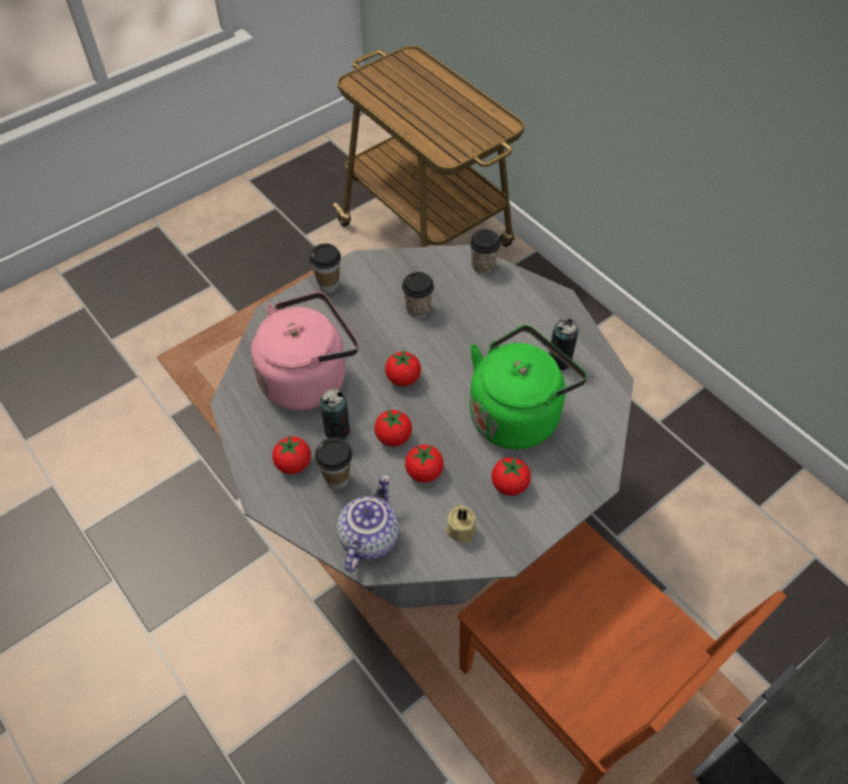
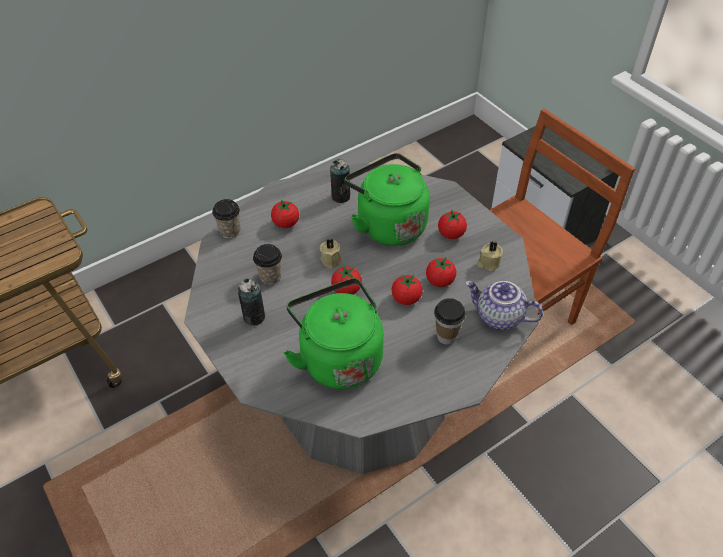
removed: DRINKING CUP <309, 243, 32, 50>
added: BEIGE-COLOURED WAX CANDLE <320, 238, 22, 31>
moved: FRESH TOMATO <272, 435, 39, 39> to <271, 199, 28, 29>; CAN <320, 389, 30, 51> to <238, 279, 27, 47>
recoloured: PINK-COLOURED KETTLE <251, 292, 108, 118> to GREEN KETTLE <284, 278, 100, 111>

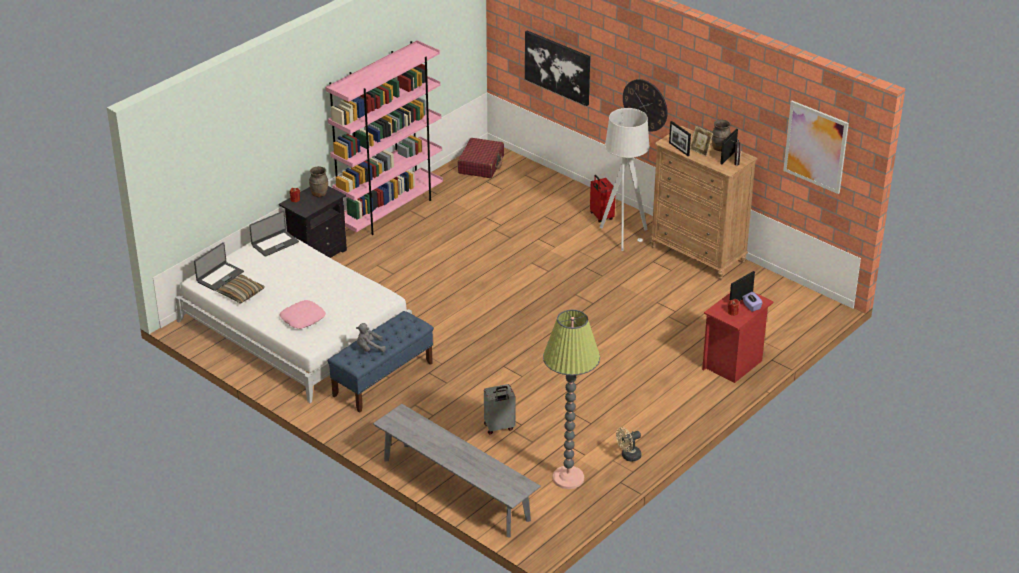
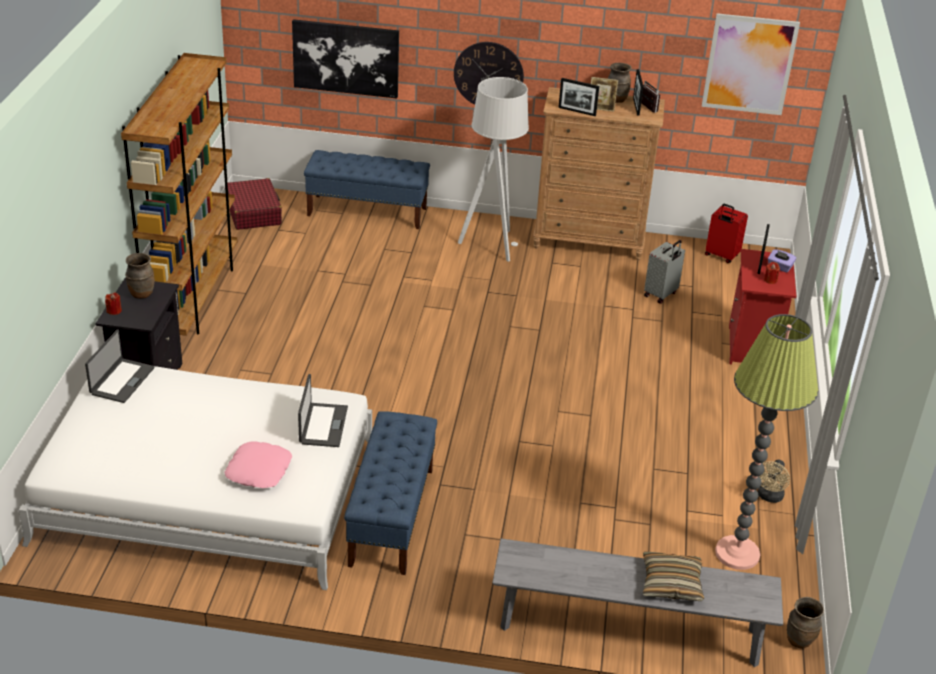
removed: GREY CUDDLY TOY <356, 323, 30, 29>
added: BLUE INDOOR BENCH <304, 150, 126, 79>; BROWN-COLOURED DECORATIVE VASE <787, 597, 37, 52>
moved: LAPTOP <194, 242, 50, 49> to <298, 374, 50, 73>; THROW PILLOW <216, 274, 49, 30> to <643, 552, 61, 49>; GREY PIECE OF LUGGAGE <484, 384, 32, 50> to <644, 240, 41, 64>; RED-COLOURED PIECE OF LUGGAGE <590, 175, 26, 47> to <705, 204, 43, 59>
recoloured: PINK-COLOURED BOOKCASE <325, 40, 118, 195> to BROWN-COLOURED BOOKCASE <121, 53, 116, 283>

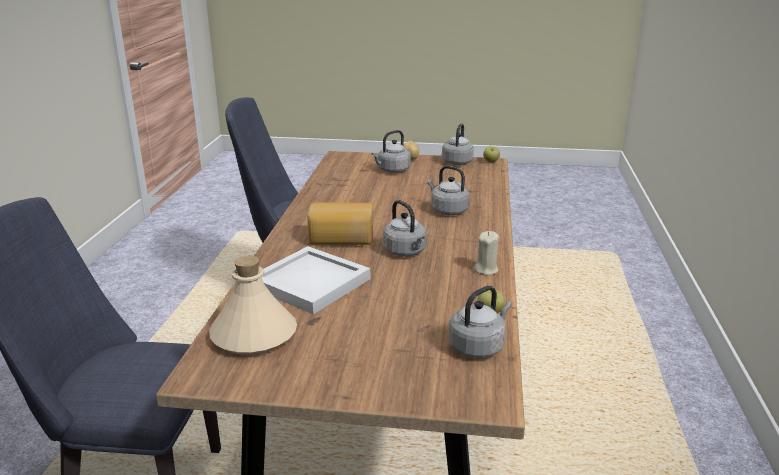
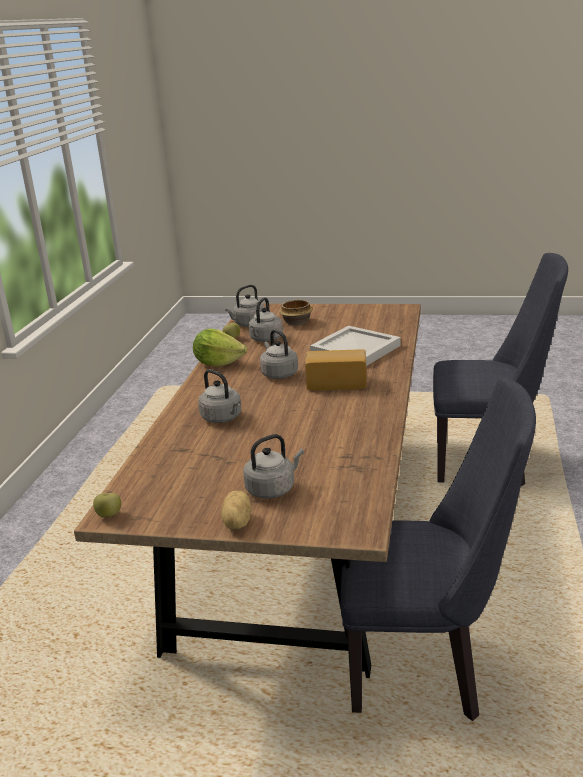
removed: BEIGE-COLOURED BOTTLE <209, 256, 88, 99>
added: DEEP DISH <279, 299, 34, 27>
moved: GREY KETTLE <442, 123, 32, 42> to <249, 297, 34, 45>
replaced: BEIGE-COLOURED WAX CANDLE <473, 231, 26, 44> to LETTUCE <193, 328, 54, 39>

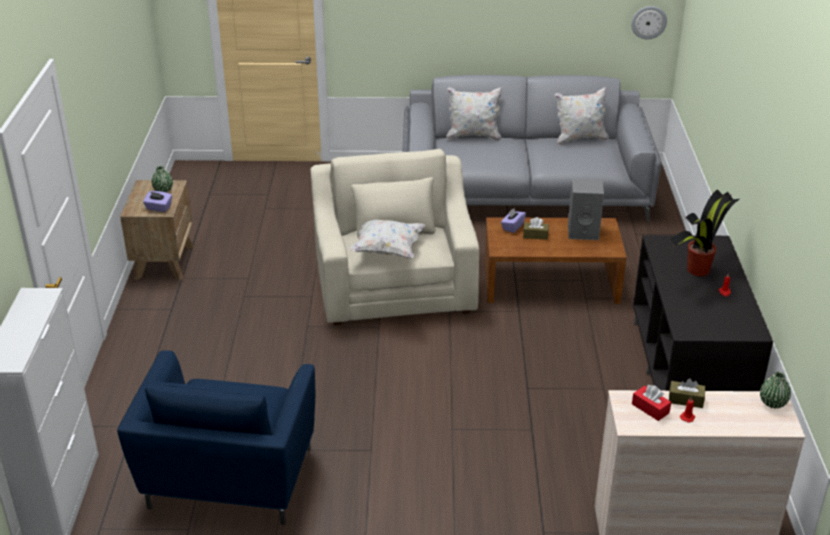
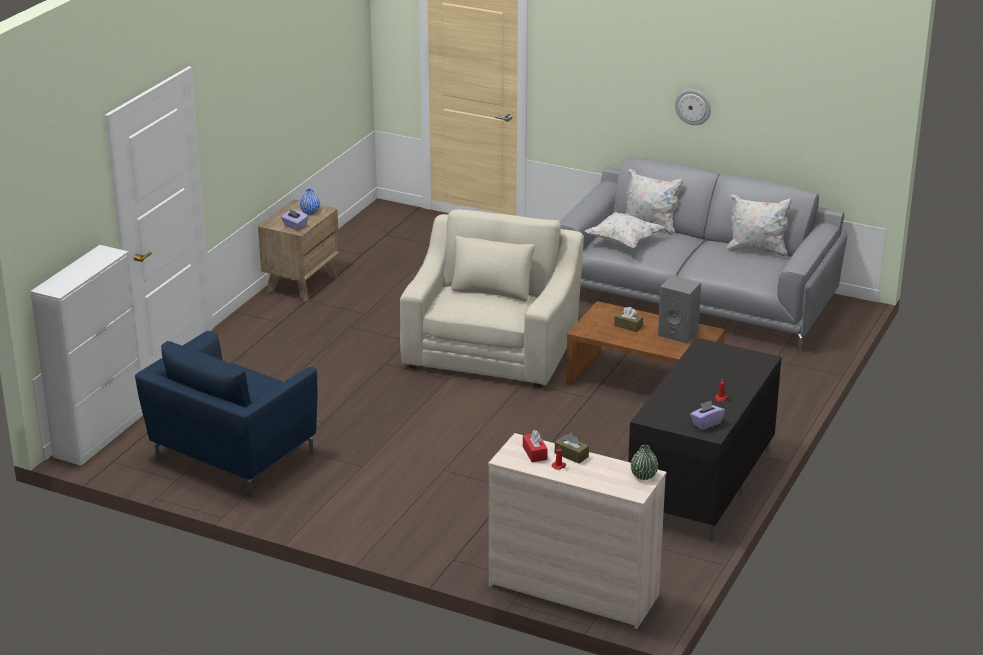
removed: PLANT IN A POT <669, 189, 71, 87>
moved: WHITE-COLOURED THROW PILLOW <349, 219, 76, 40> to <585, 212, 80, 37>; PURPLE-COLOURED BOX OF TISSUES <501, 208, 25, 25> to <690, 400, 35, 30>; HANGING CLOCK <631, 6, 36, 33> to <675, 89, 36, 36>
recoloured: GREEN DECORATIVE VASE <152, 166, 21, 26> to BLUE DECORATIVE VASE <300, 188, 20, 27>

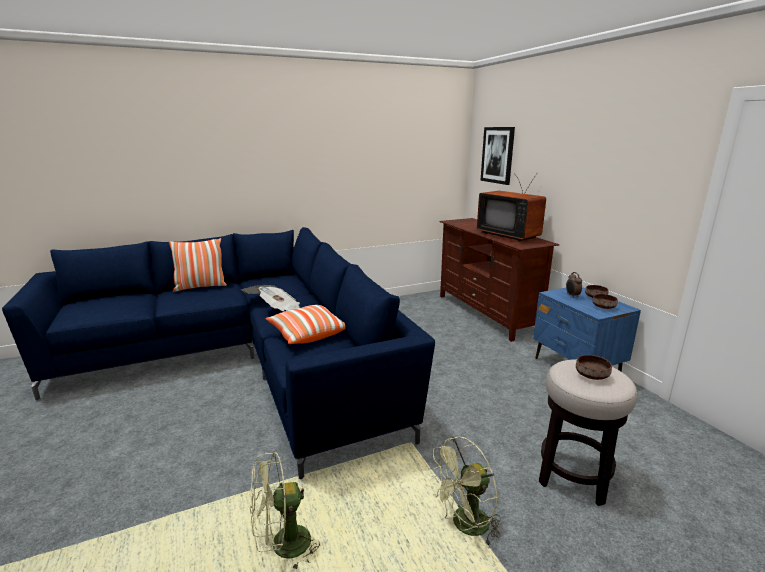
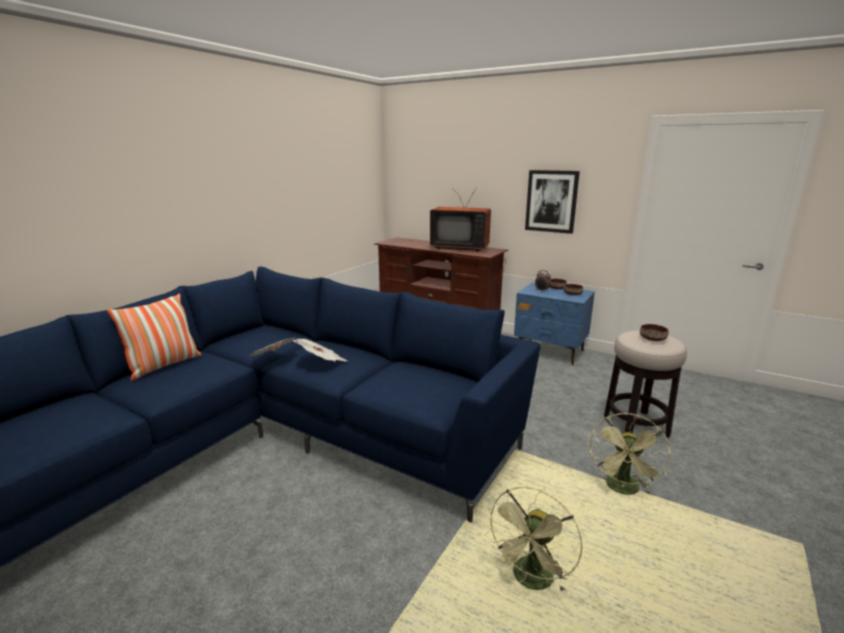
removed: THROW PILLOW <266, 305, 80, 39>
moved: WALL PICTURE <480, 127, 35, 58> to <525, 170, 55, 64>

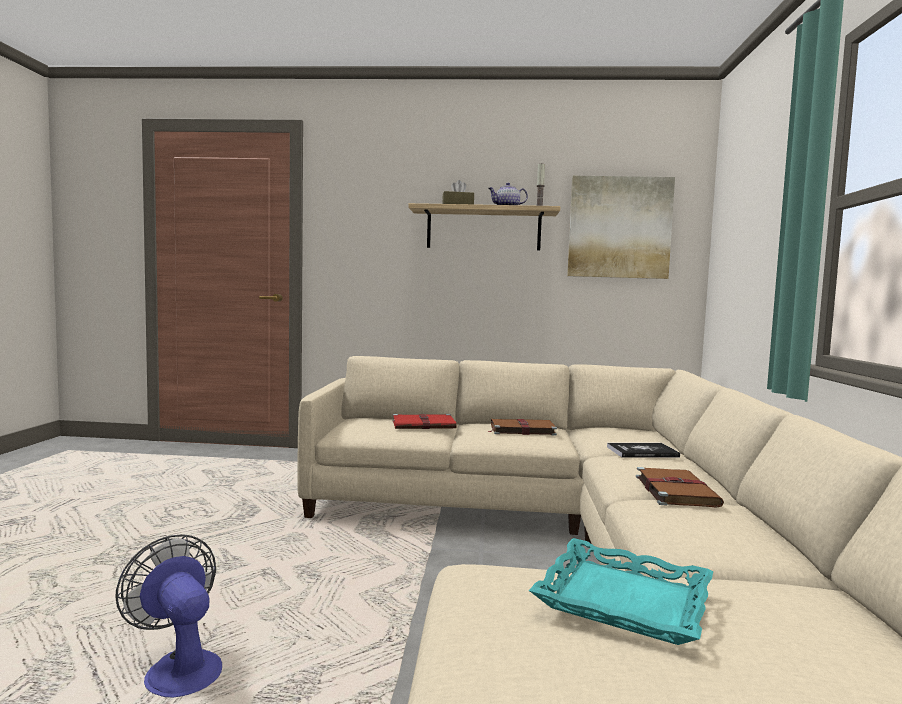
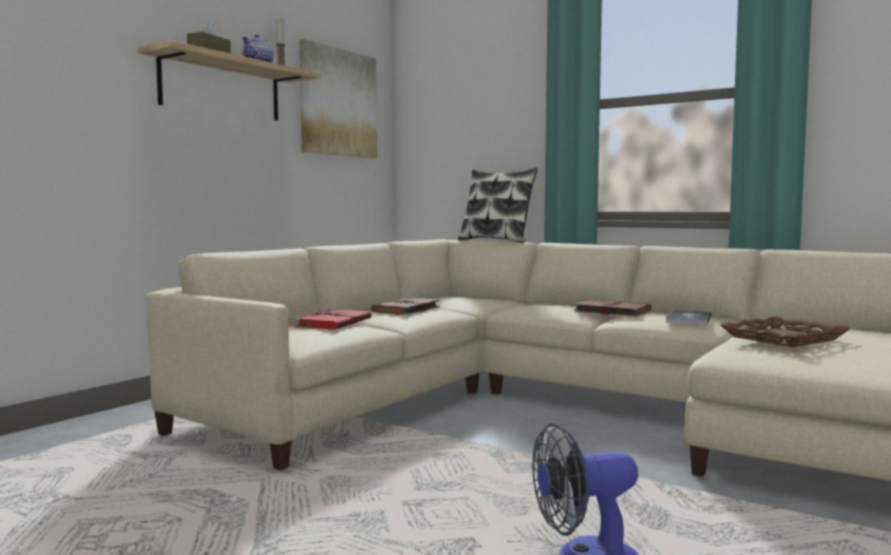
added: THROW PILLOW <458, 167, 80, 76>
moved: VOLUME <607, 443, 73, 15> to <666, 310, 45, 15>
recoloured: BLUE-GREEN TRAY <529, 538, 184, 107> to BROWN-COLOURED TRAY <720, 316, 130, 31>

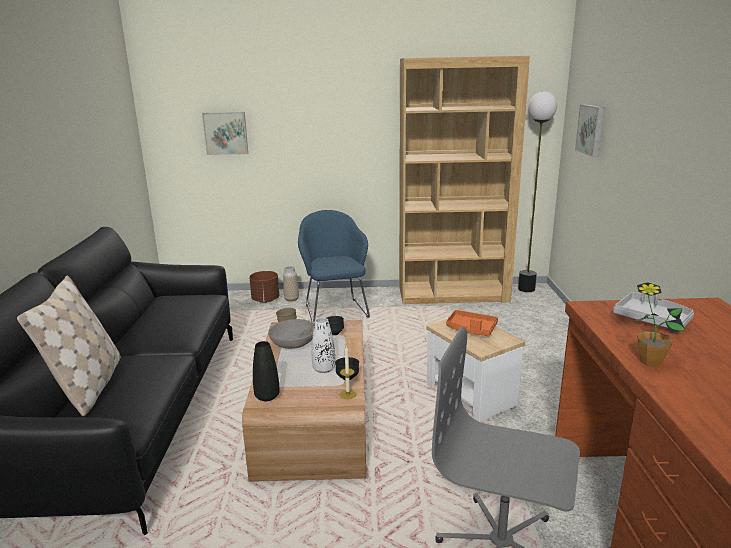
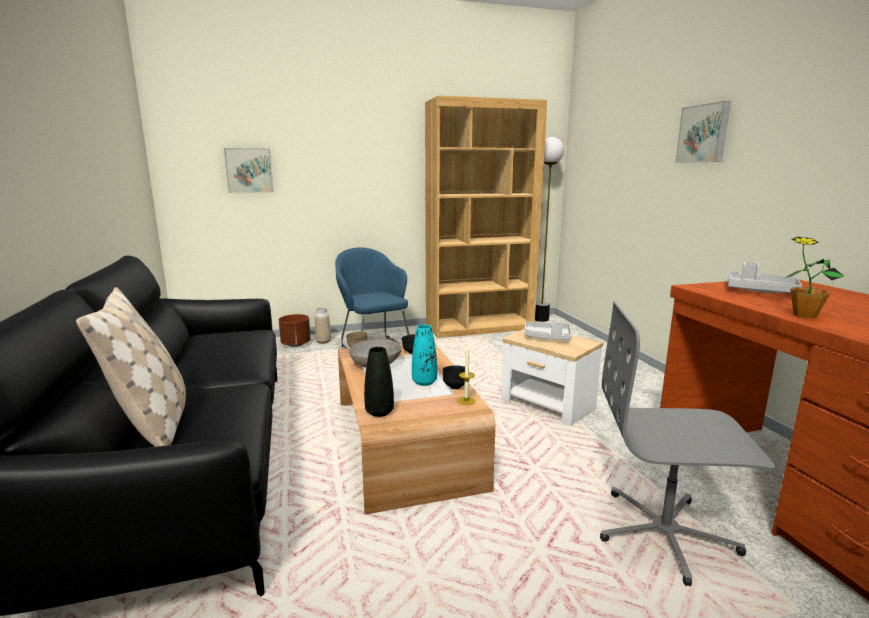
moved: WALL PICTURE <575, 104, 29, 53> to <675, 101, 56, 62>
recoloured: WHITE-COLOURED DECORATIVE VASE <312, 317, 23, 56> to BLUE-GREEN DECORATIVE VASE <412, 325, 25, 61>; ORANGE-COLOURED TRAY <446, 310, 52, 26> to GREY TRAY <524, 322, 48, 18>

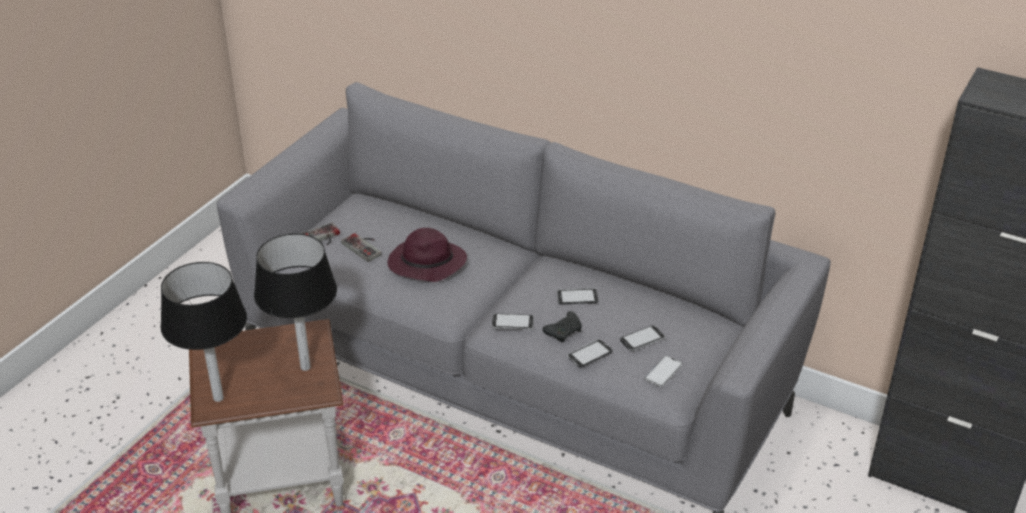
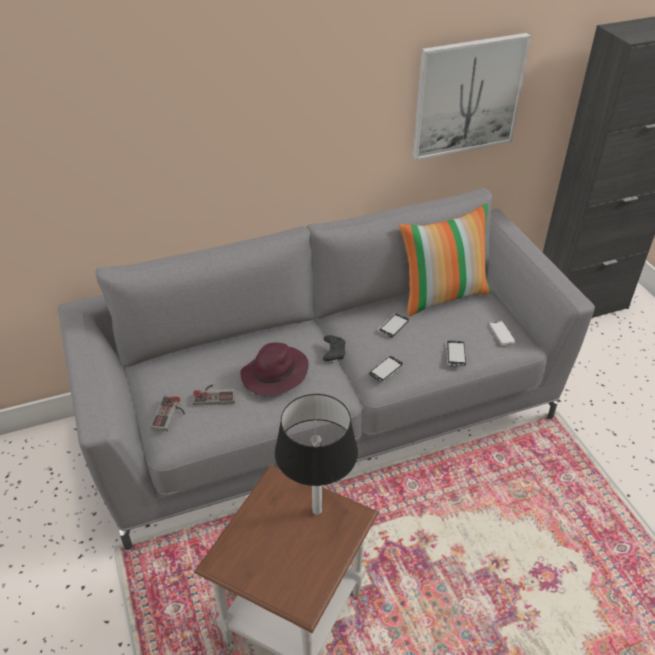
removed: BLACKISH LAMP FOR A TABLE <161, 262, 86, 140>; TELEPHONE <620, 325, 46, 26>
added: THROW PILLOW <399, 203, 93, 114>; WALL PICTURE <412, 33, 119, 128>
moved: BLACKISH GAMEPAD <543, 311, 39, 31> to <323, 335, 23, 26>

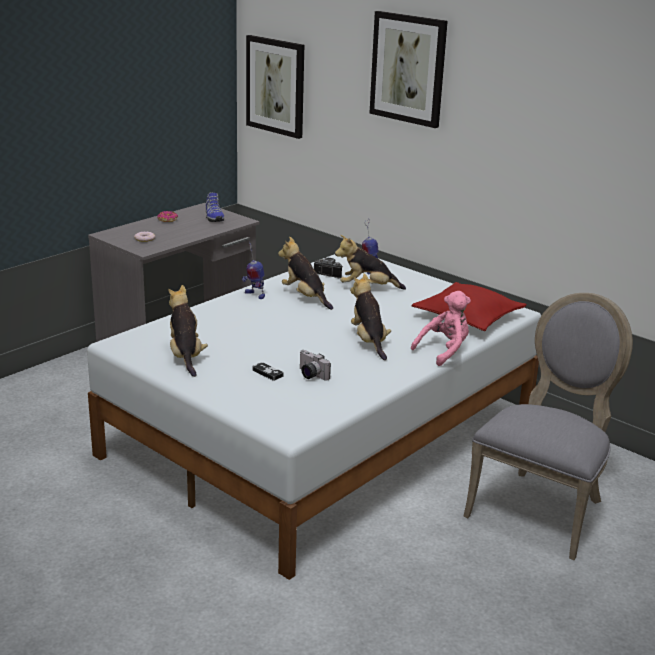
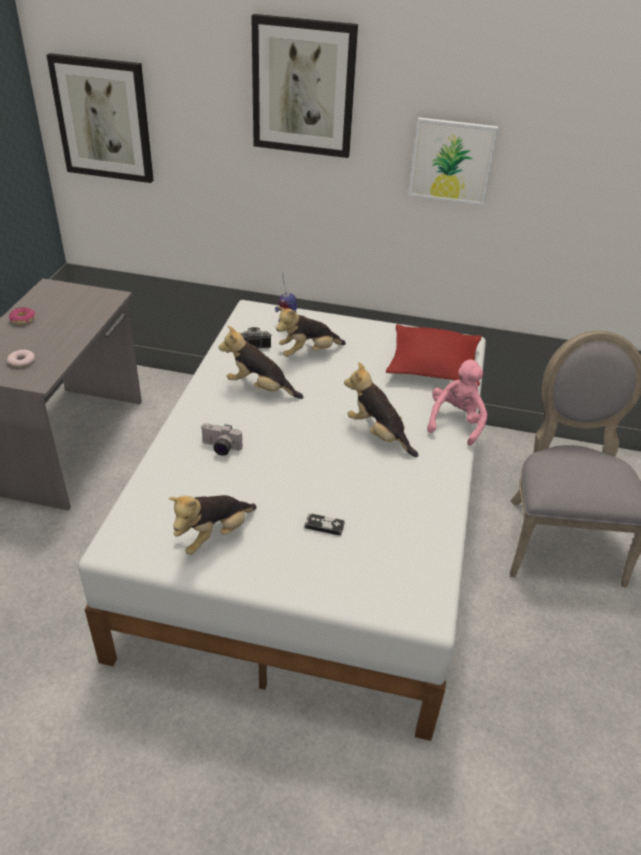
removed: ITEM OF FOOTWEAR <206, 192, 18, 30>; TOY ROBOT <242, 241, 23, 58>
added: WALL PICTURE <409, 117, 89, 88>
moved: PHOTO CAMERA <300, 350, 31, 31> to <202, 423, 40, 33>
turned: CUDDLY TOY <168, 285, 40, 92> = <169, 495, 88, 60> 90 degrees counterclockwise

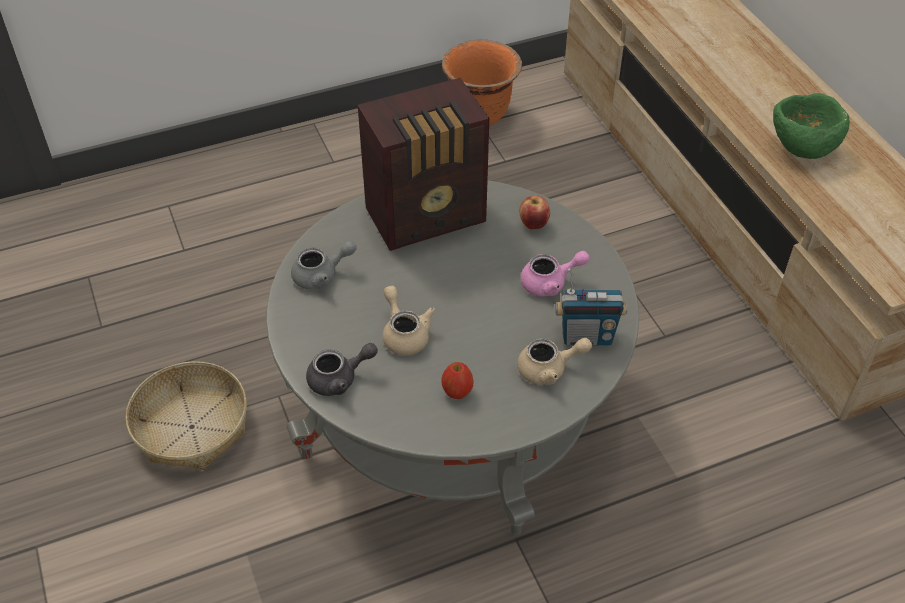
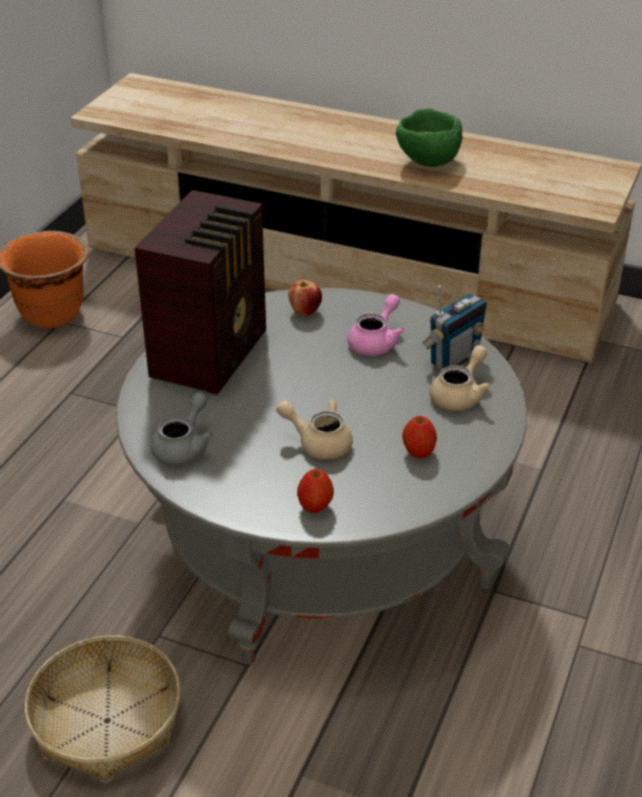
replaced: GREY TEAPOT <306, 343, 72, 53> to APPLE FRUIT <297, 469, 37, 44>

